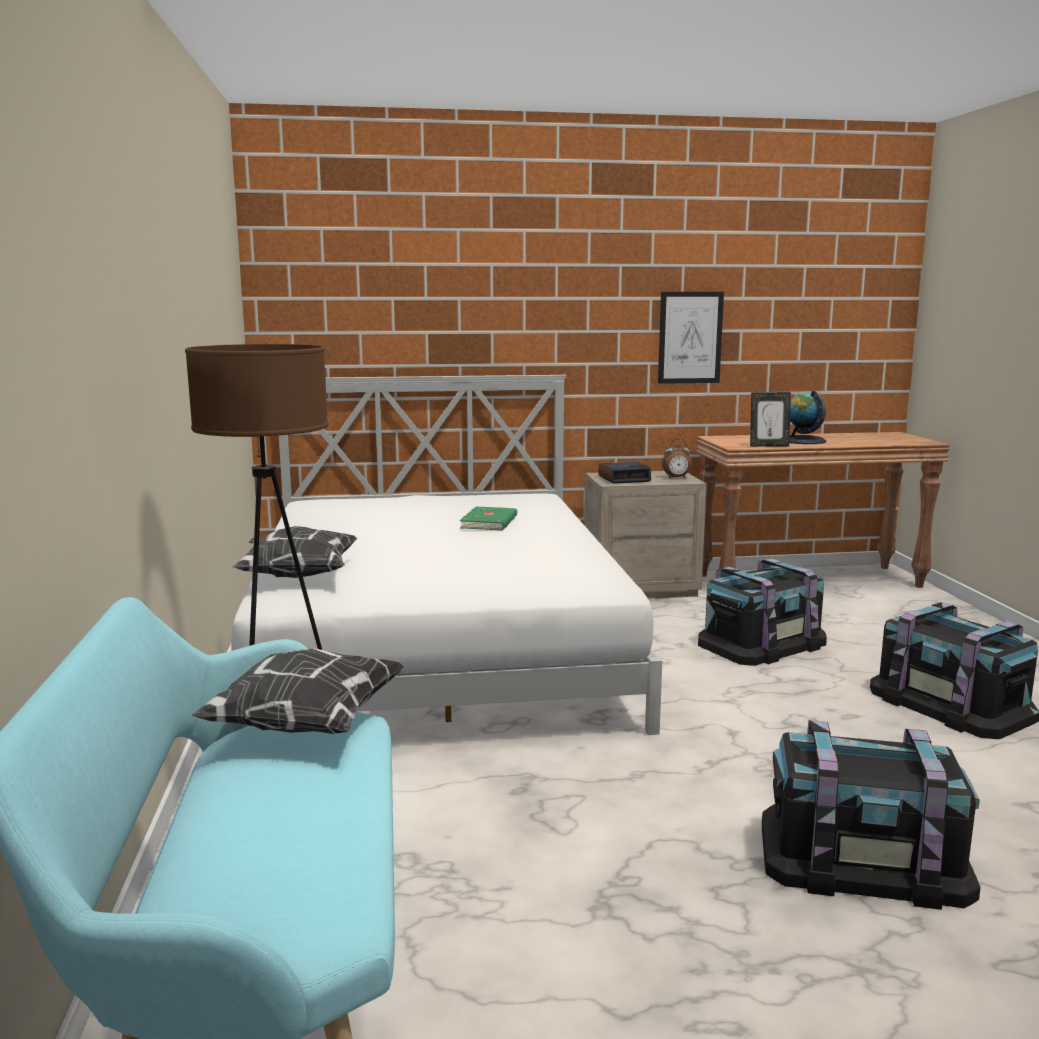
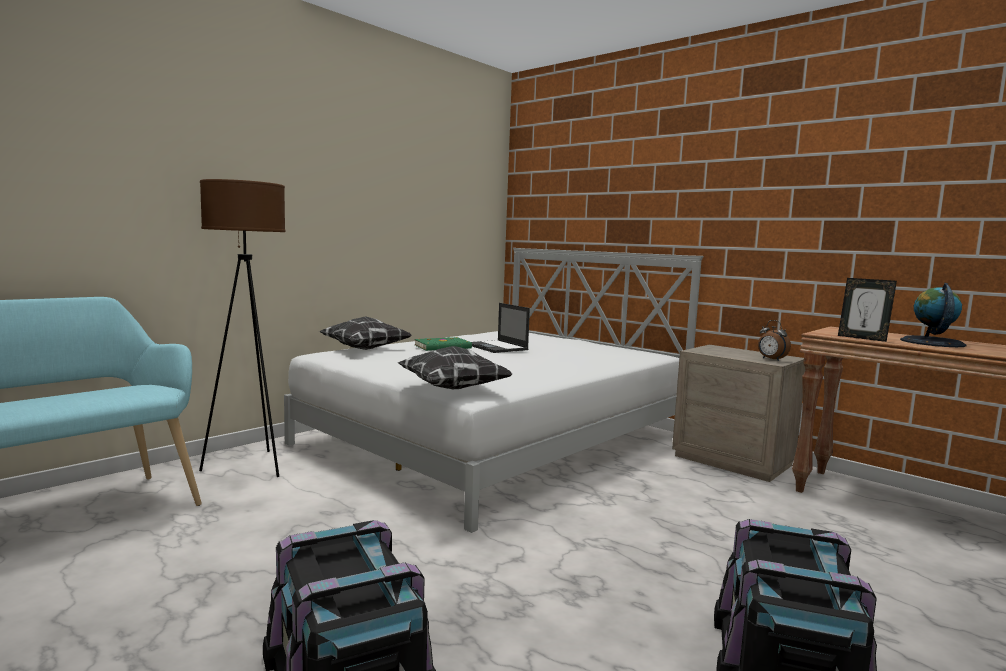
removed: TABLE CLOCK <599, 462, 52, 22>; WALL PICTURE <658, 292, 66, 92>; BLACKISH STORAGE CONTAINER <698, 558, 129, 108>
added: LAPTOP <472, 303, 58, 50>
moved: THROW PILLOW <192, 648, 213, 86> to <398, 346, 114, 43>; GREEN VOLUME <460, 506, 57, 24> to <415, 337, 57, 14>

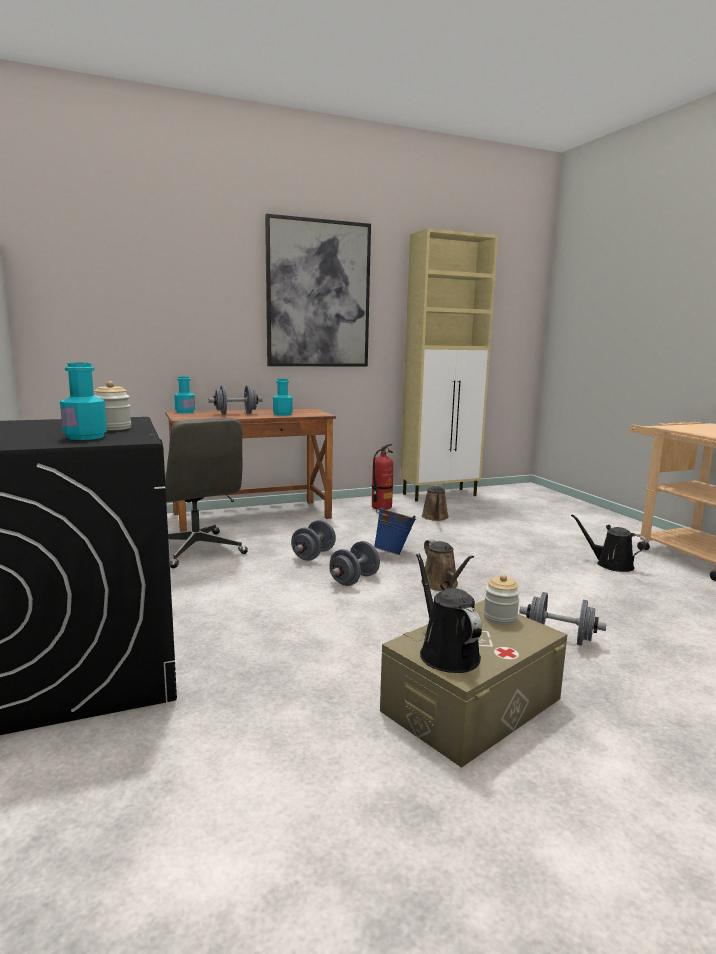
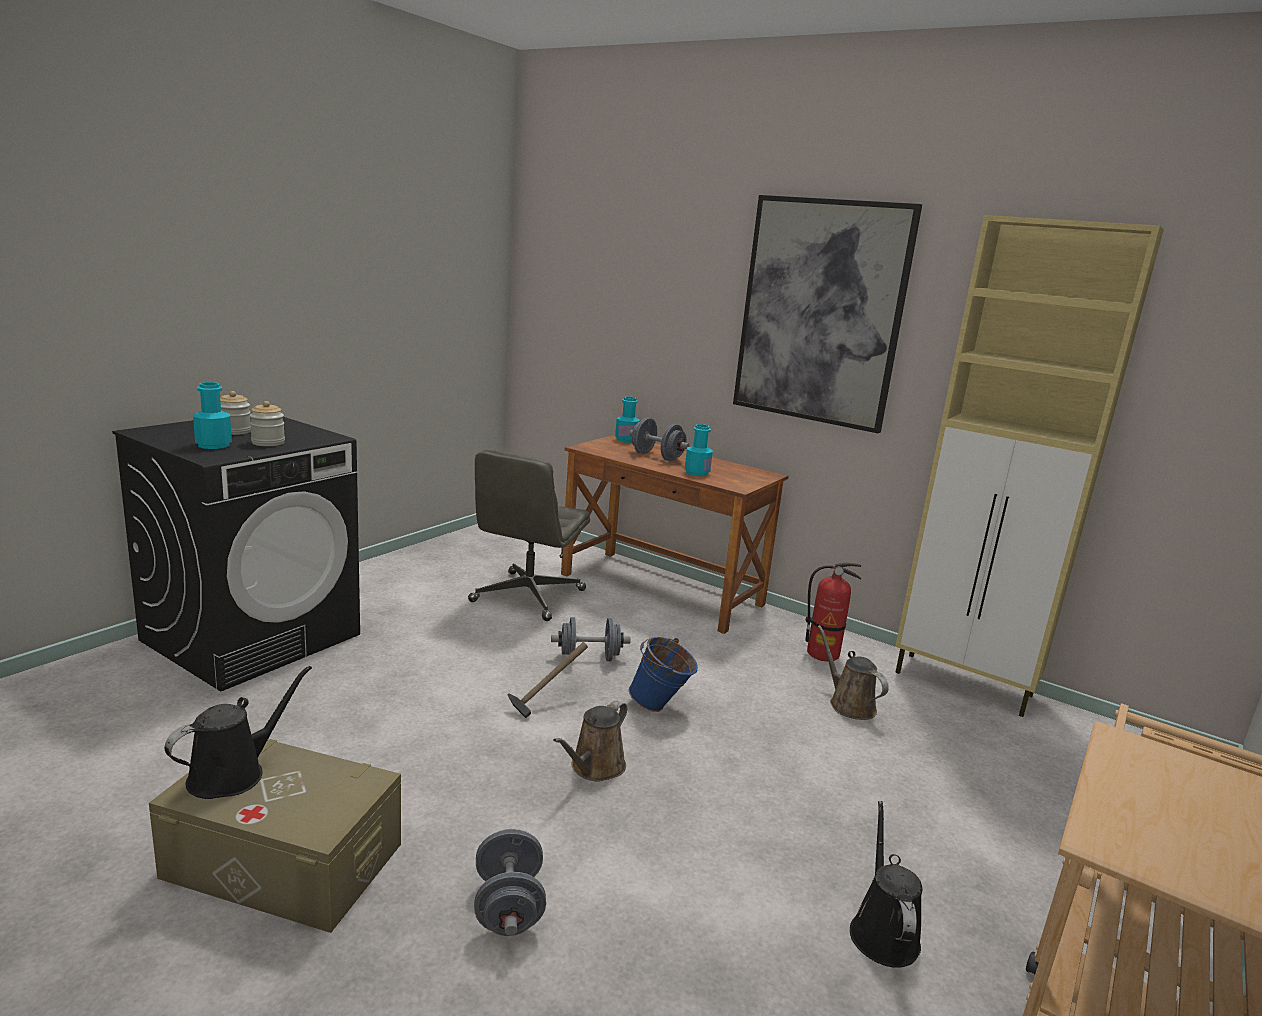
moved: STORAGE JAR <483, 575, 37, 50> to <220, 391, 31, 44>
replaced: GREY HAND WEIGHT <329, 541, 51, 45> to TOOL HAMMER <507, 642, 81, 76>
turned: BROWN-COLOURED SPRINKLING CAN <421, 485, 28, 36> = <818, 625, 71, 95> 90 degrees clockwise

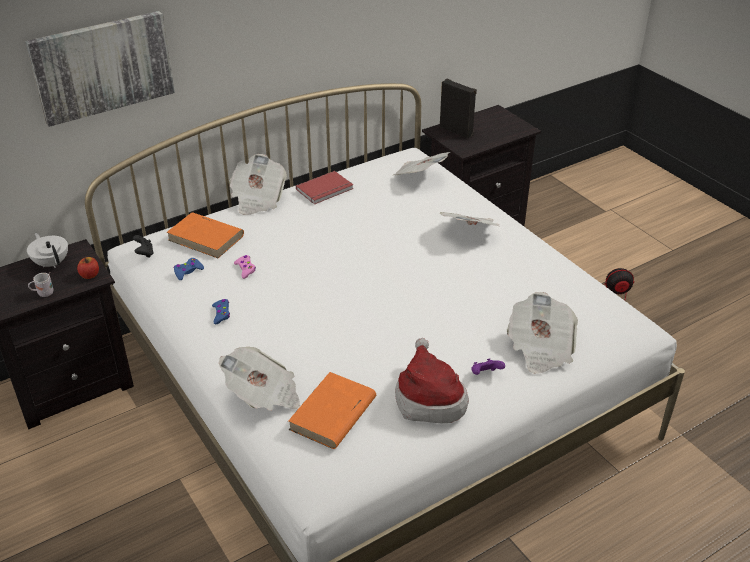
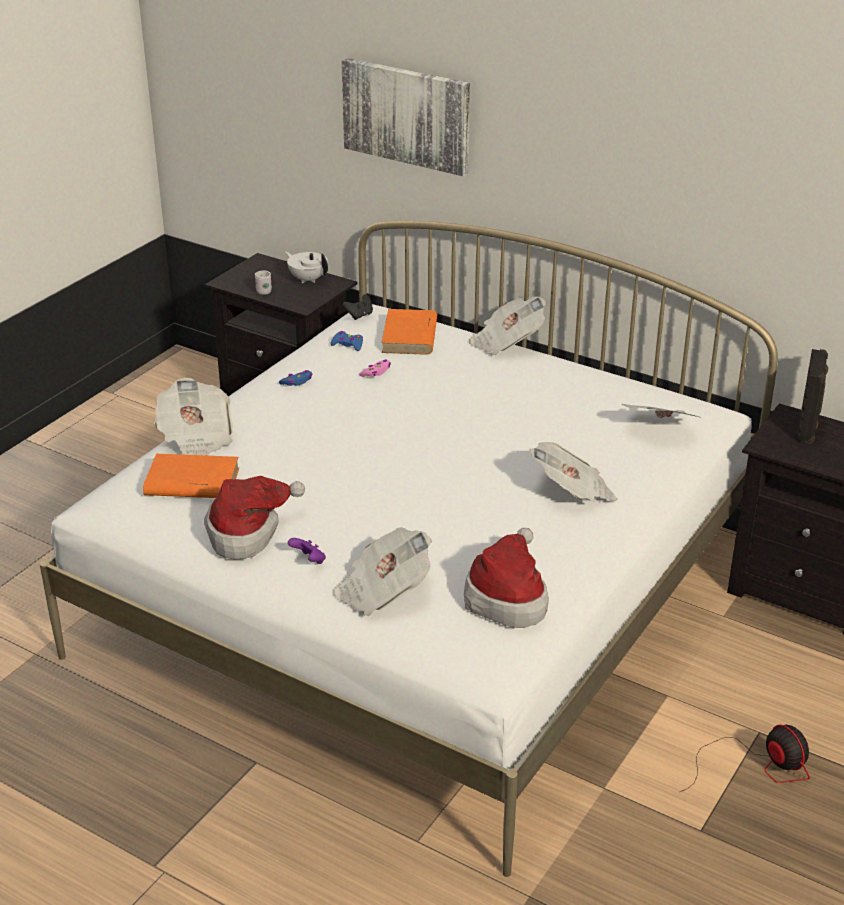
removed: APPLE FRUIT <77, 257, 22, 22>; RED-COLOURED VOLUME <296, 171, 58, 33>
added: HAT <464, 528, 85, 100>
turned: WHITE-COLOURED TEAPOT <27, 233, 41, 35> = <285, 251, 43, 32> 75 degrees counterclockwise

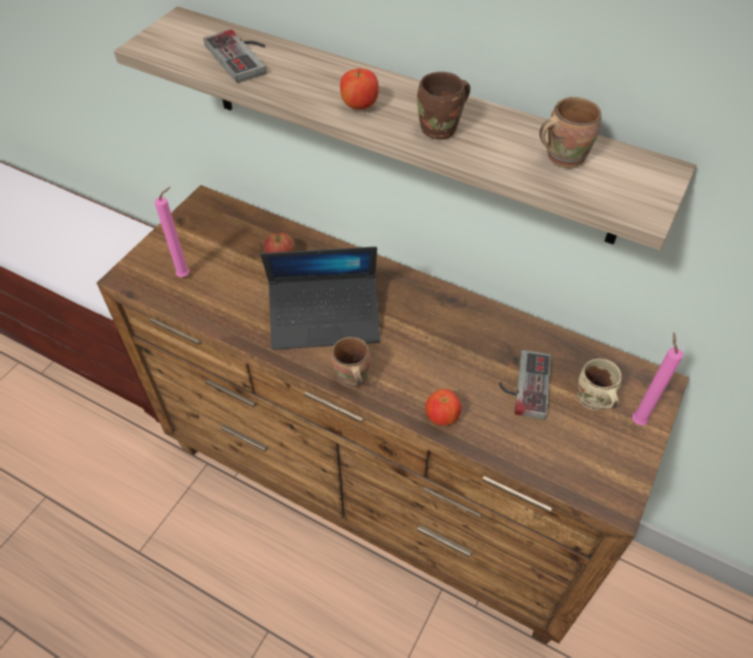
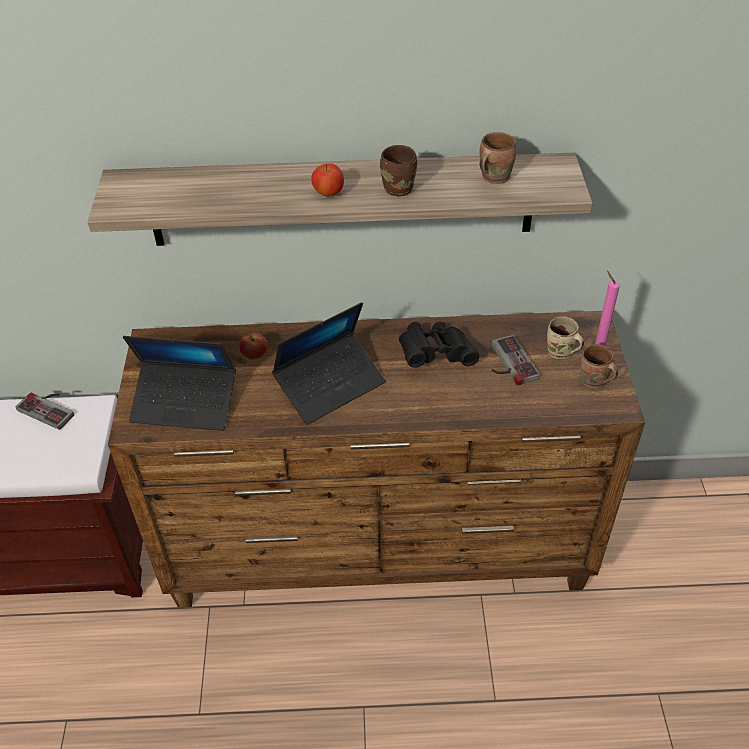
removed: APPLE FRUIT <425, 389, 36, 37>
added: BLACKISH PAIR OF BINOCULARS <399, 322, 80, 46>
moved: GAMEPAD <203, 30, 64, 53> to <16, 393, 58, 37>; BROWN-COLOURED TEA MUG <331, 337, 40, 51> to <580, 344, 38, 44>
replaced: PINK-COLOURED WAX CANDLE <155, 187, 34, 90> to LAPTOP <123, 336, 113, 95>

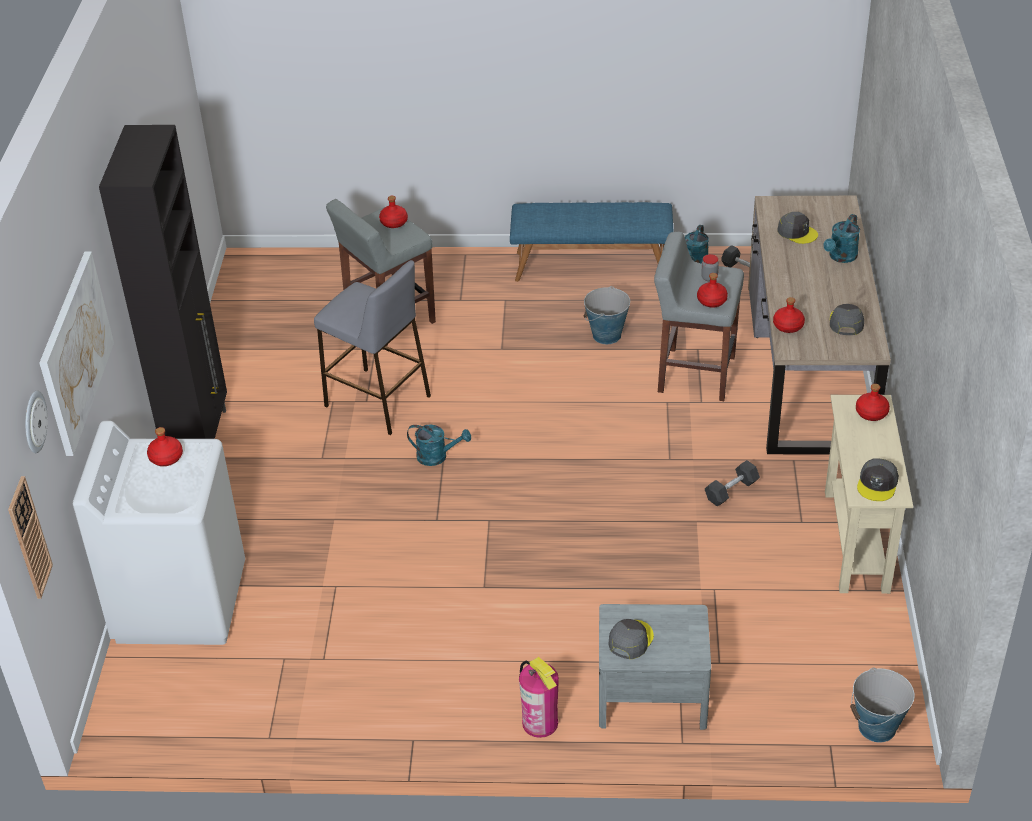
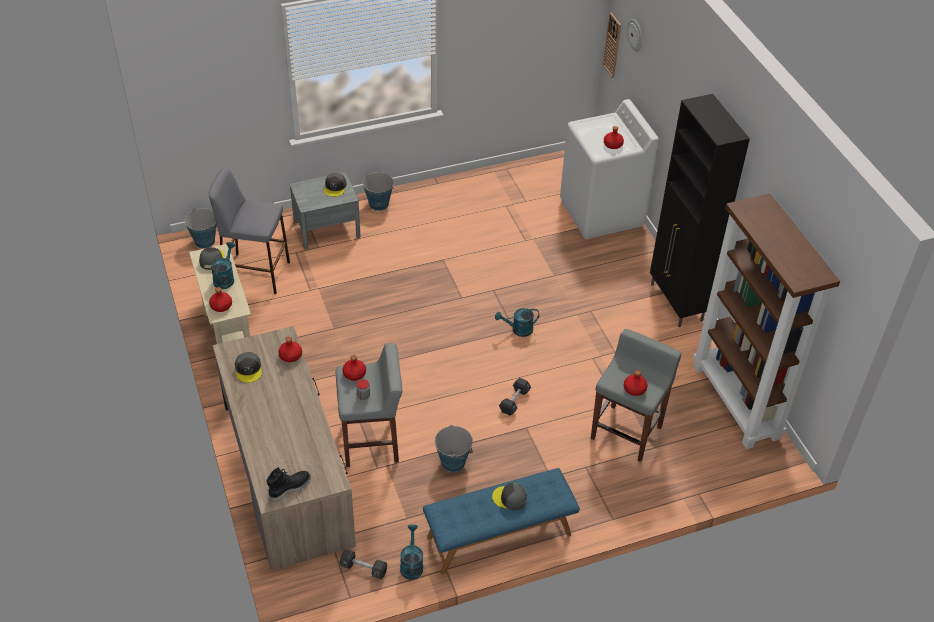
removed: WALL PICTURE <39, 252, 75, 204>
added: BLACKISH TALL BOOT <266, 467, 45, 35>; BROWN-COLOURED BOOKCASE <693, 194, 147, 255>
moved: GREY STOOL SEAT <314, 260, 117, 175> to <209, 168, 81, 126>; BLACKISH HAND WEIGHT <705, 460, 55, 47> to <499, 378, 32, 38>; GREY CAP <777, 212, 41, 32> to <492, 483, 35, 27>; BLUE-GREEN SPRINKLING CAN <823, 214, 37, 49> to <211, 242, 24, 47>
replaced: FIRE-FIGHTING CYLINDER <519, 657, 40, 81> to PAIL <363, 172, 32, 39>

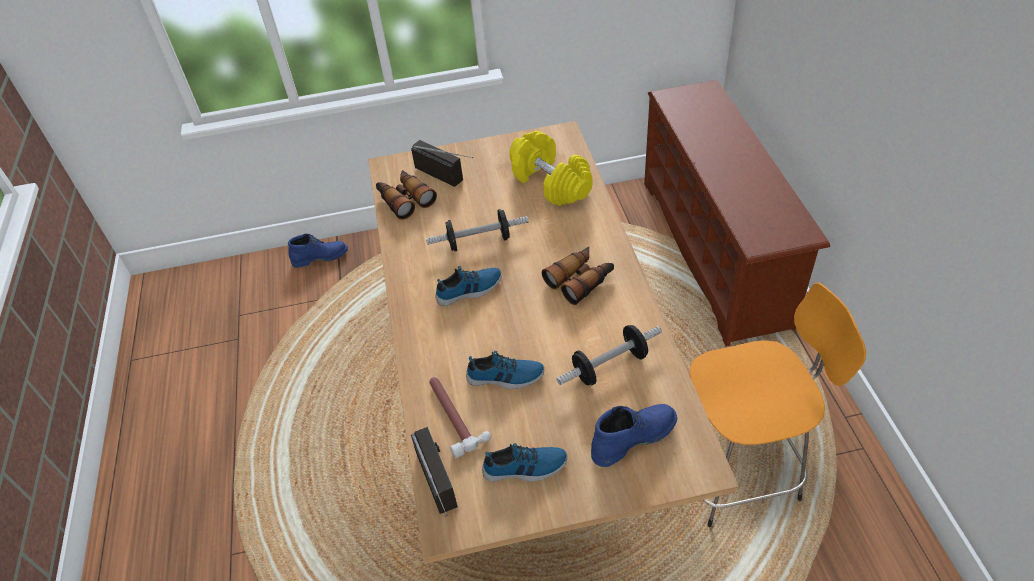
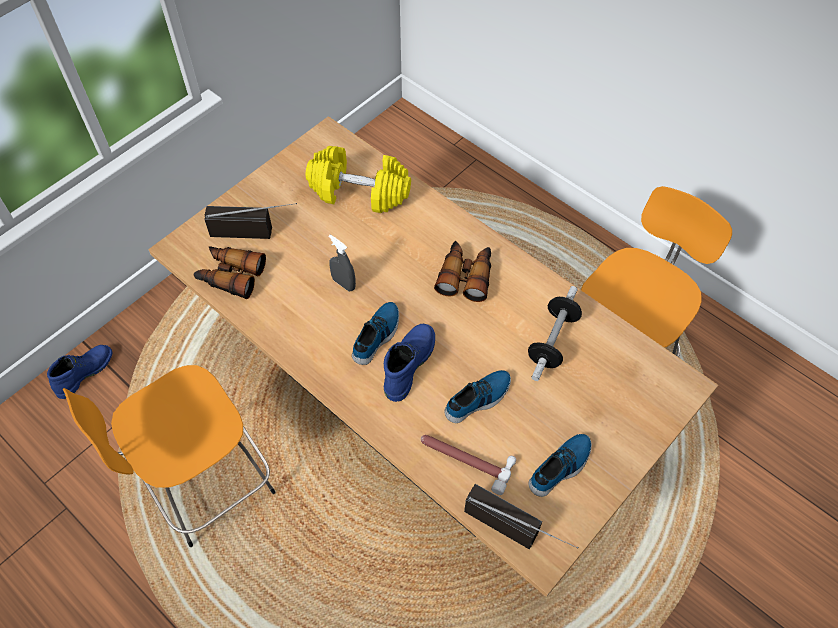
removed: BROWN-COLOURED SHOE SHELF <644, 80, 186, 267>
added: ORANGE-COLOURED STOOL SEAT <63, 365, 213, 182>
moved: BLUE TALL BOOT <591, 404, 86, 63> to <384, 324, 51, 78>
replaced: HAND WEIGHT <426, 209, 103, 42> to GREY HAND SPRAYER <329, 234, 27, 57>

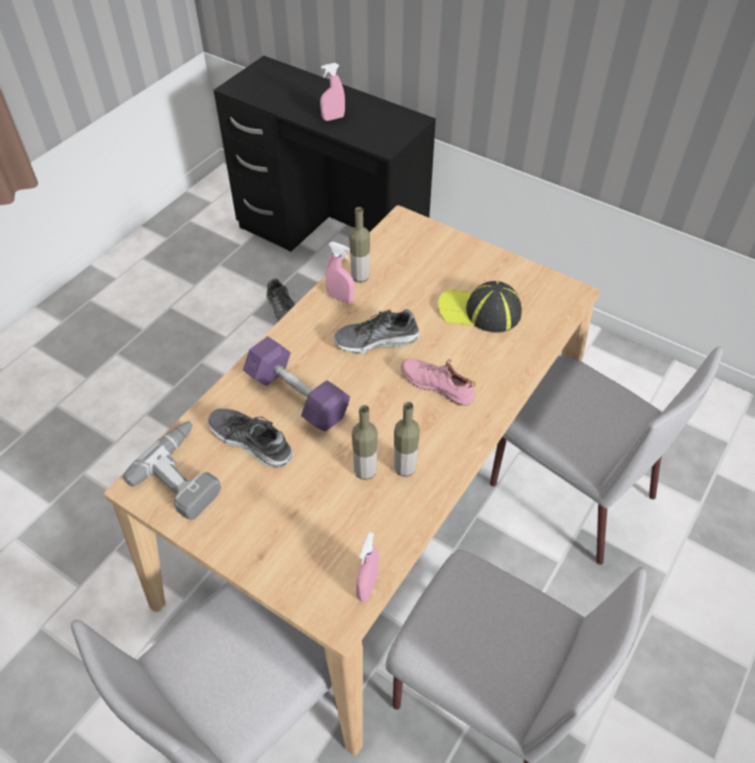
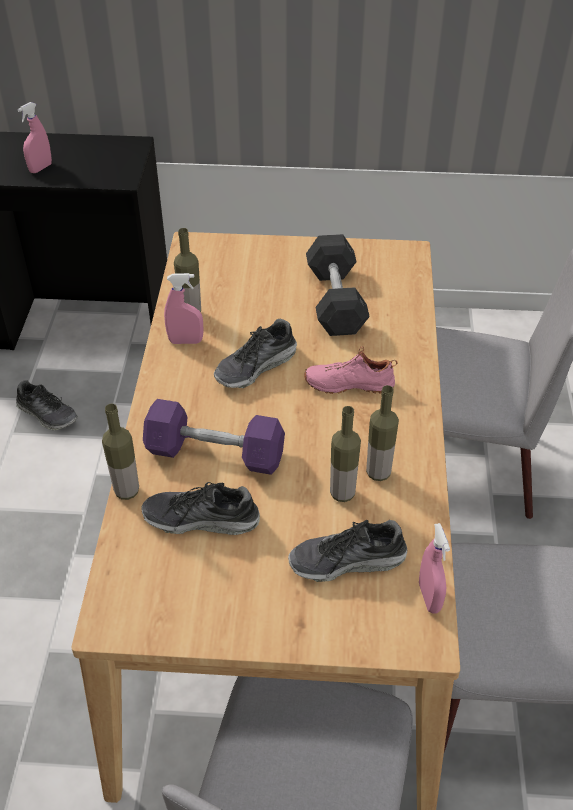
removed: DRILL <123, 421, 98, 99>
added: BOTTLE <102, 404, 37, 96>; ITEM OF FOOTWEAR <288, 520, 119, 62>
replaced: CAP <438, 281, 84, 51> to GREY HAND WEIGHT <306, 234, 64, 102>

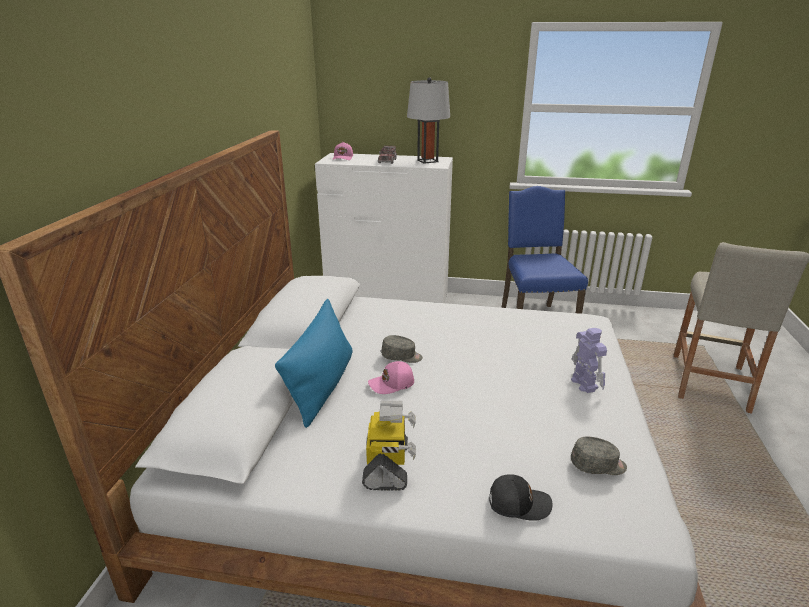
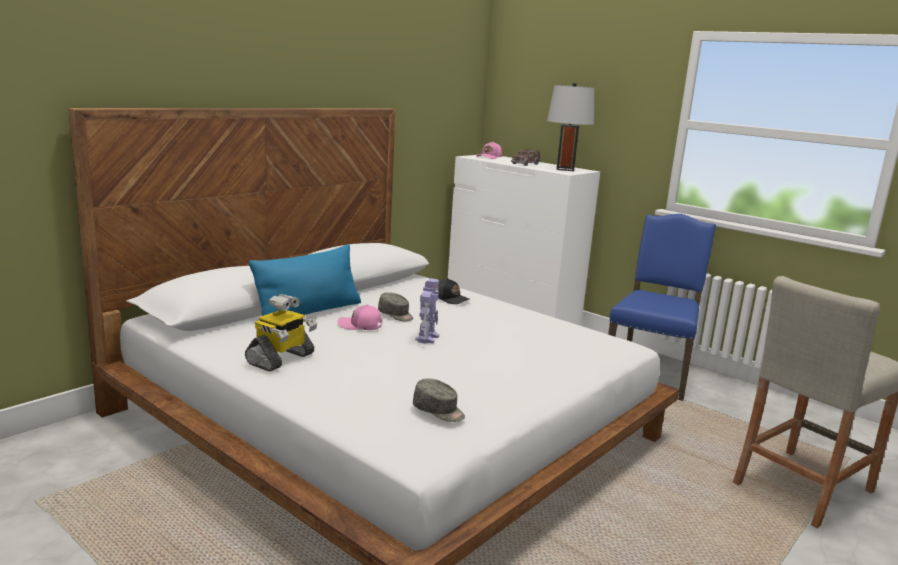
moved: BLACKISH CAP <489, 474, 63, 47> to <438, 278, 32, 26>; TOY ROBOT <571, 328, 36, 65> to <415, 278, 24, 66>

